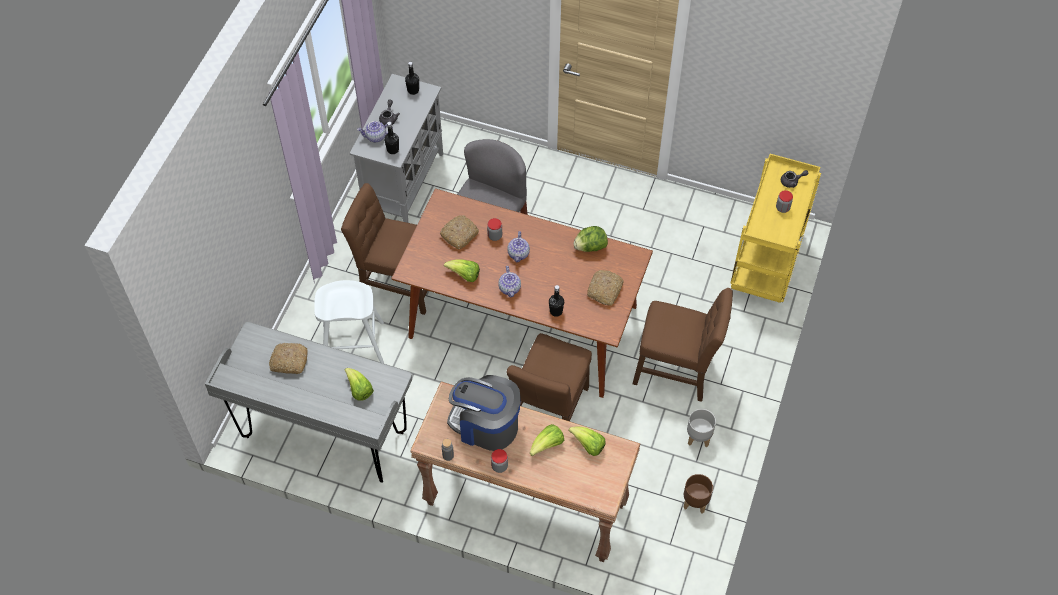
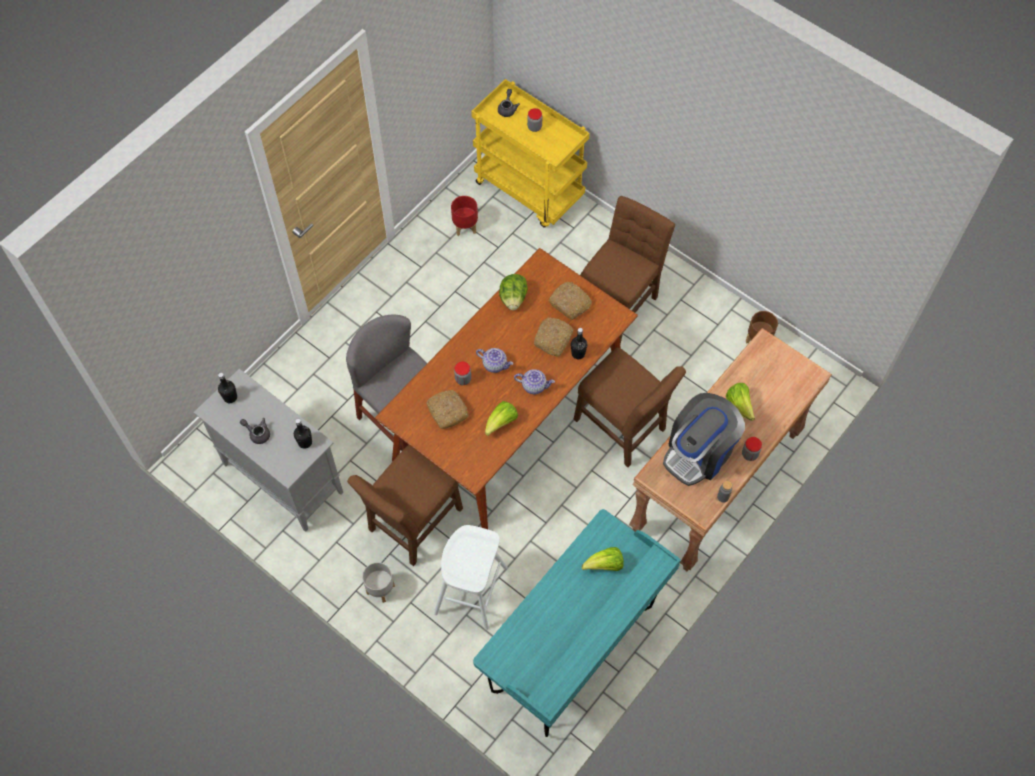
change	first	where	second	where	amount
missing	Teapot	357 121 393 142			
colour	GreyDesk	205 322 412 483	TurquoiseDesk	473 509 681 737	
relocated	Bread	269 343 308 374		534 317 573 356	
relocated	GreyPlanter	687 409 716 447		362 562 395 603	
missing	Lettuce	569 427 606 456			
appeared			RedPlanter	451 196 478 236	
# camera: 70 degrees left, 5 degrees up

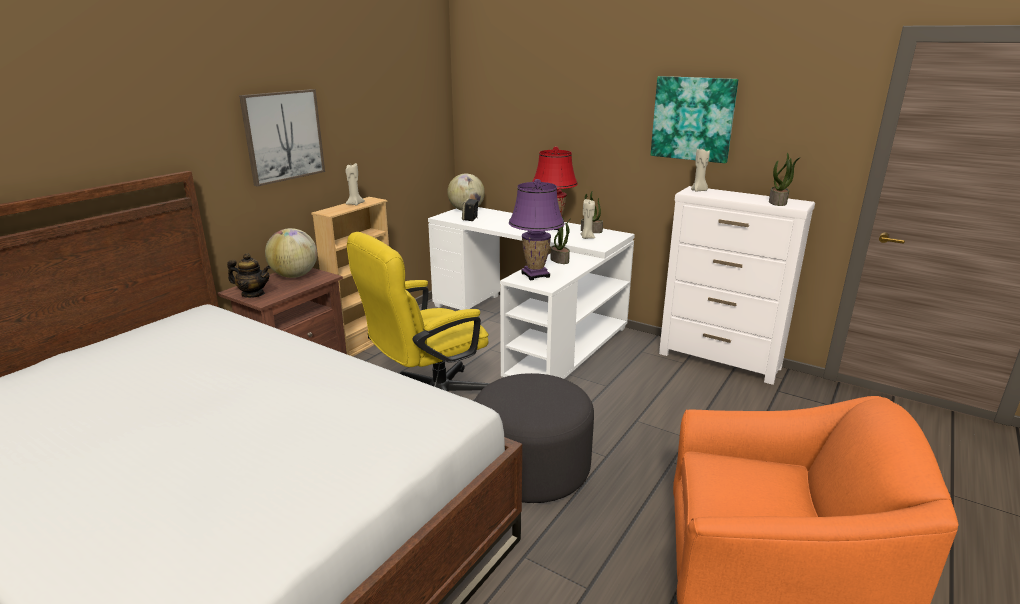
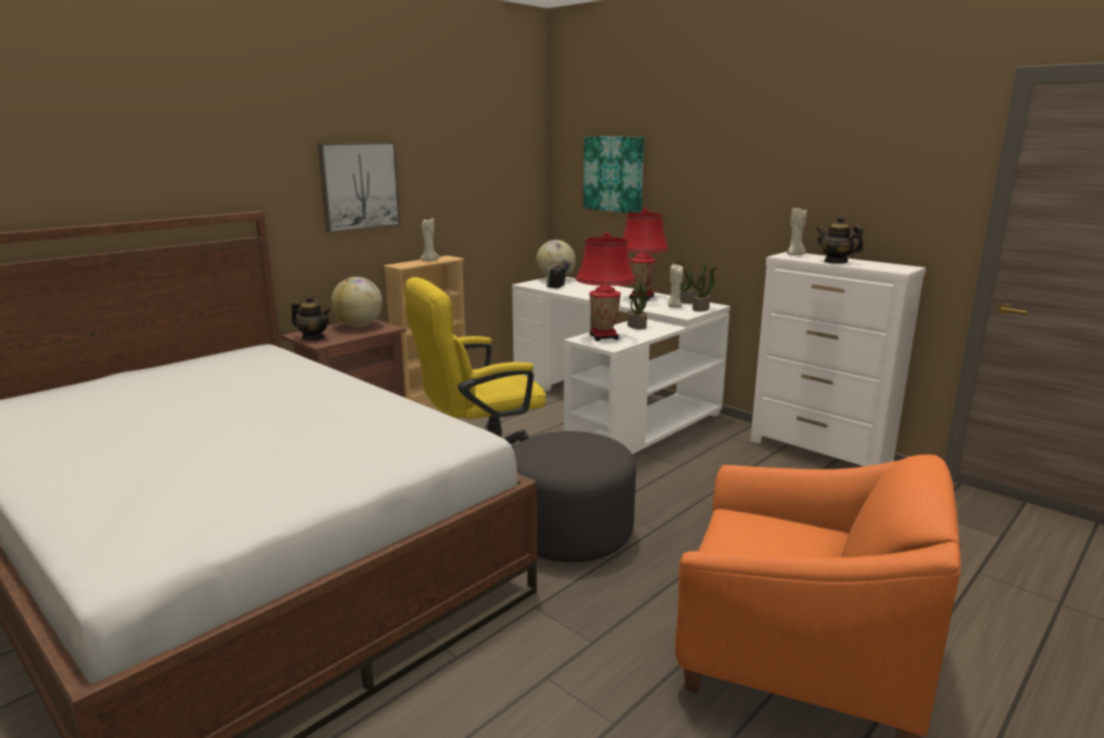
change	first	where	second	where	amount
relocated	Picture	651 76 738 163		583 136 644 213	
relocated	PottedPlant	769 153 801 206		690 262 717 312	
colour	PurpleTableLamp	509 179 564 280	RedTableLamp	576 232 635 341	
appeared			Teapot	816 216 864 264	
# camera: 10 degrees right, 5 degrees down

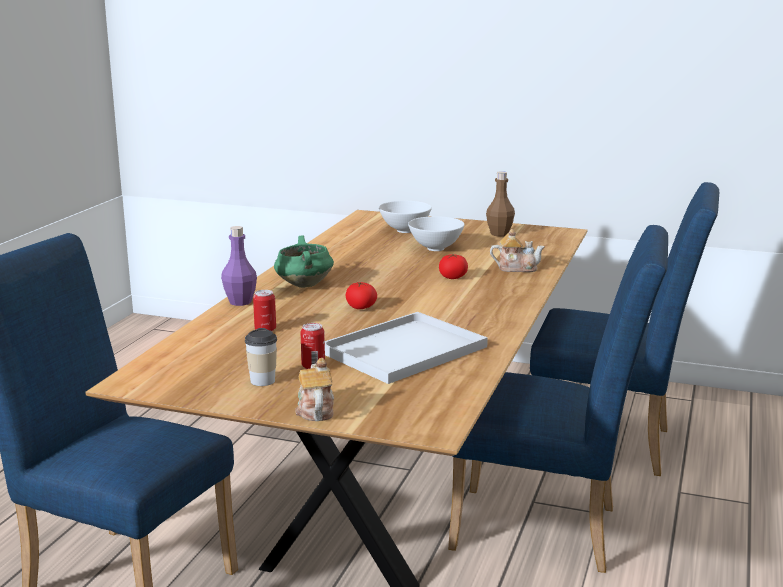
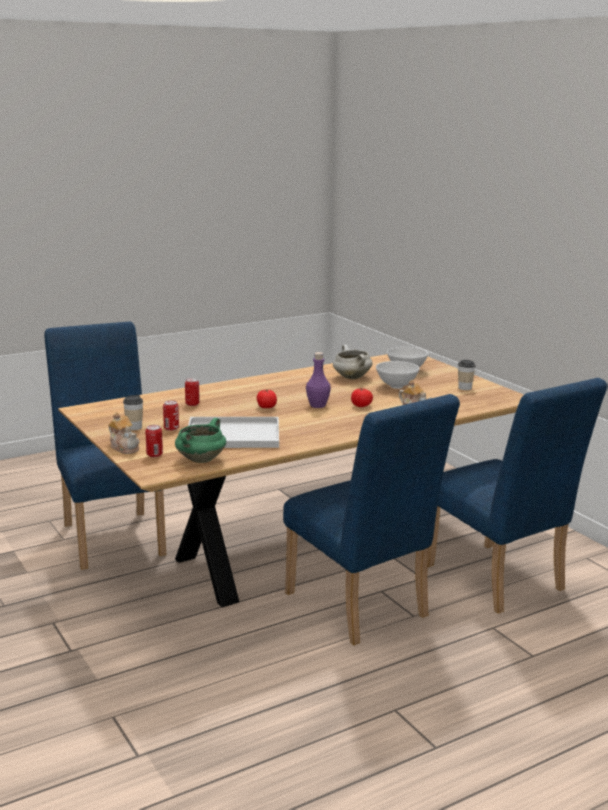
change	first	where	second	where	amount
exchanged	BrownBottle	486 171 515 237	Cup	458 360 475 390	
relocated	PurpleBottle	221 226 257 306		306 352 331 408	
relocated	GreenCookingPot	274 235 334 288		175 418 226 463	
spun	Teapot	295 358 334 421		108 412 140 454	105 degrees clockwise
appeared			WhiteCookingPot	333 344 373 379	
appeared			Can	145 425 163 457	
# camera: 40 degrees right, 0 degrees up

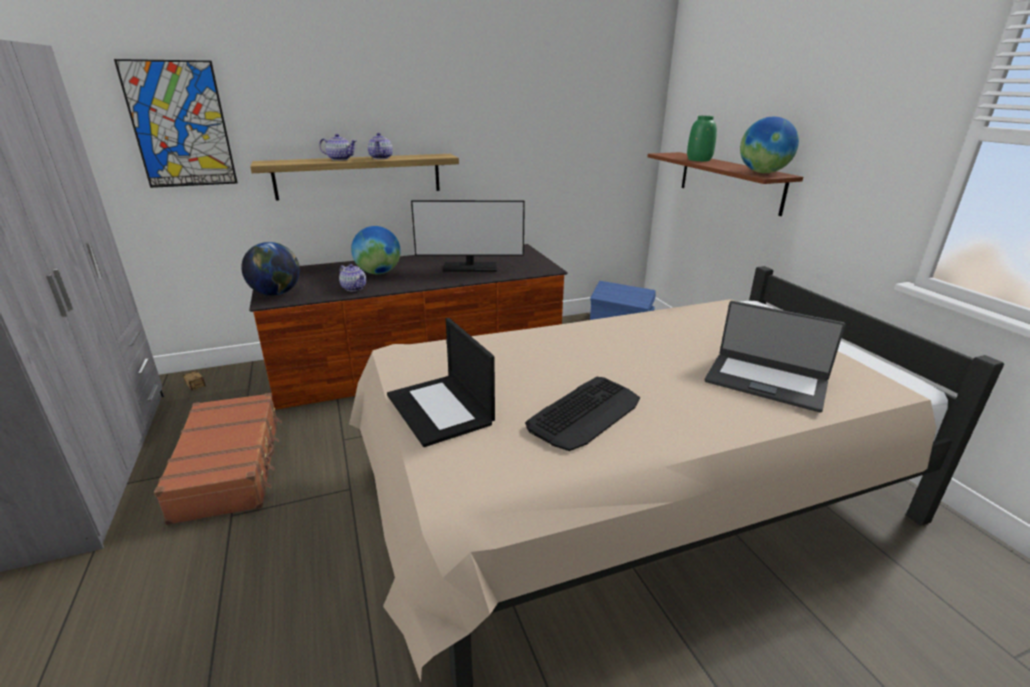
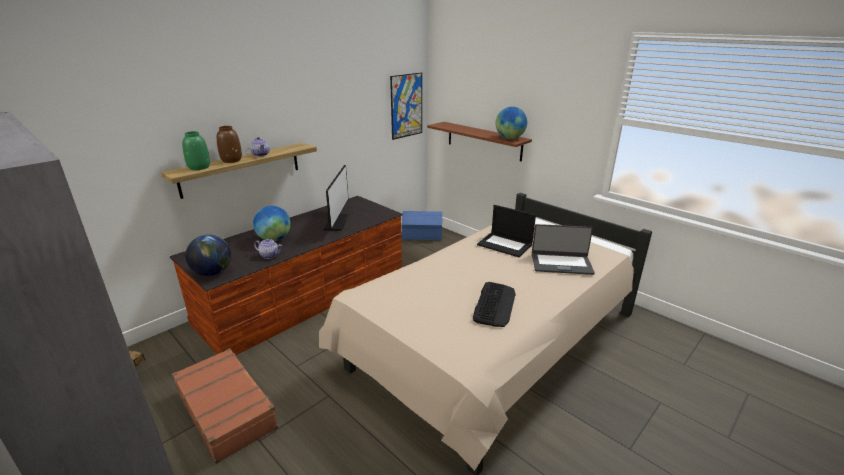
change	first	where	second	where	amount
relocated	Picture	114 59 238 188		390 72 422 140	
relocated	GreenVase	687 116 717 161		182 131 210 170	
exchanged	Teapot	319 134 357 161	BrownVase	217 126 242 163	
spun	Monitor	411 200 525 272		323 165 349 231	60 degrees counterclockwise
relocated	Laptop	387 318 495 447		477 205 536 257	
# camera: 25 degrees left, 0 degrees up

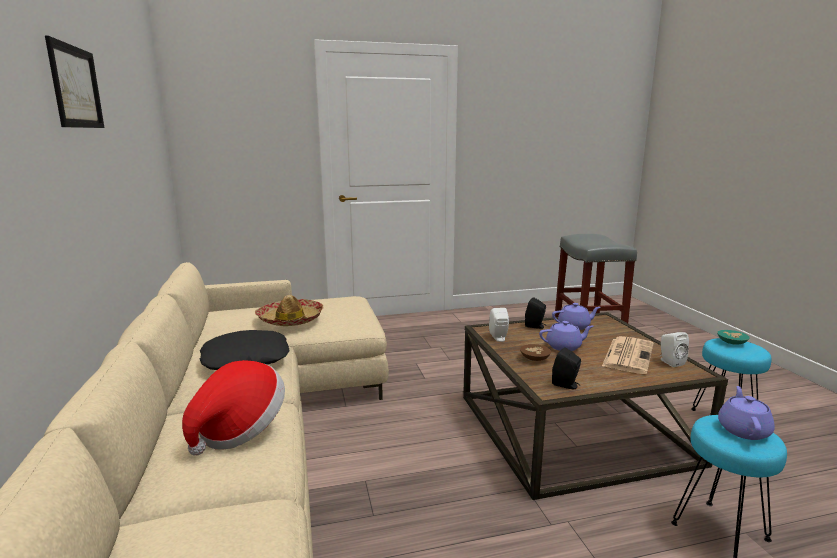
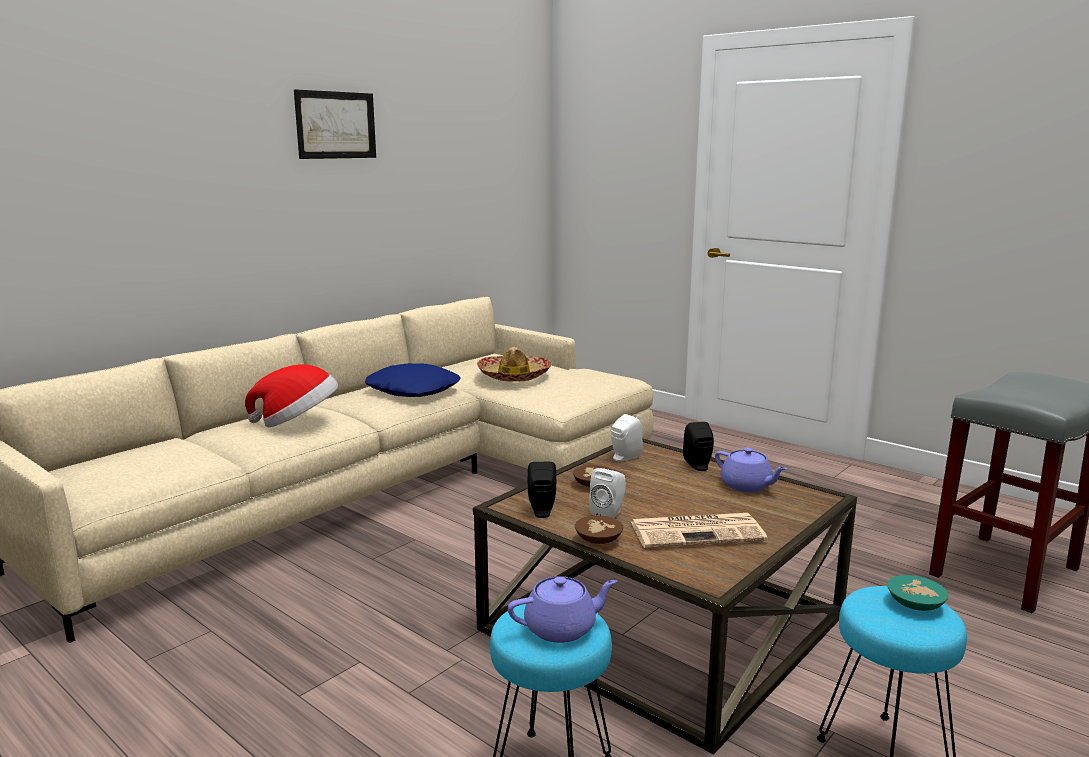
change	first	where	second	where	amount
missing	PurpleTeapot	539 321 594 351			
colour	BlackPillow	200 330 290 370	BluePillow	365 363 461 397	
relocated	WhiteSpeaker	660 332 689 367		589 468 626 518	
appeared			BrownBowl	575 516 623 544	
# camera: 55 degrees right, 0 degrees up

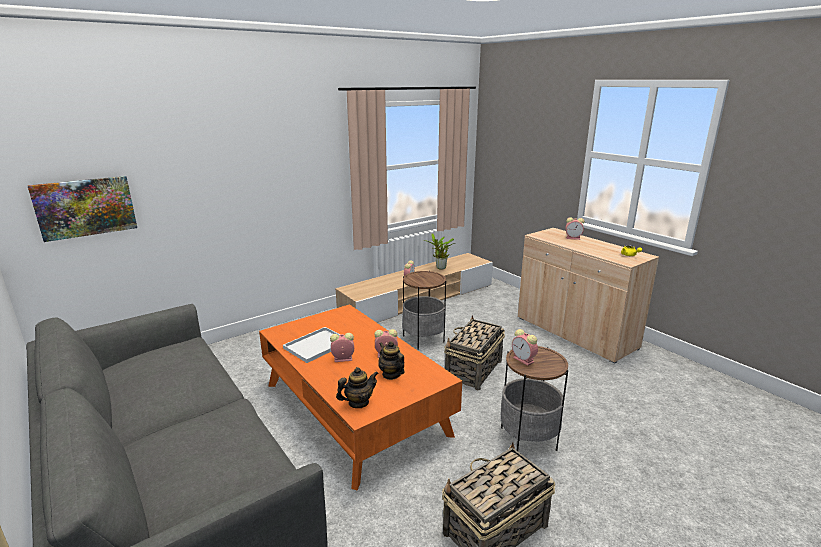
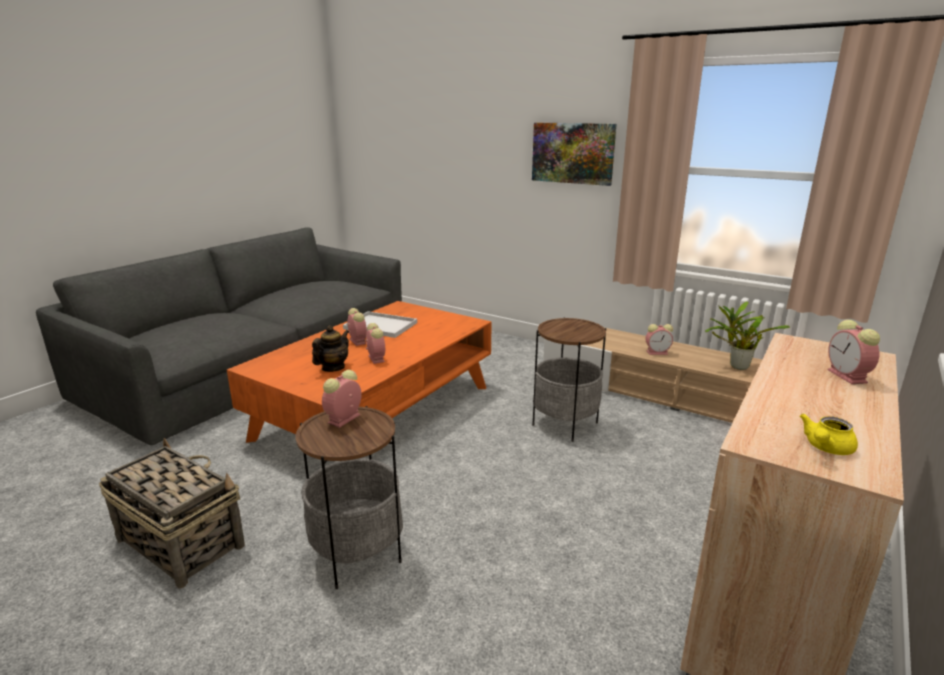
change	first	where	second	where	amount
relocated	Picture	27 176 137 242		532 123 617 186	
missing	Basket	444 315 505 390			
missing	Teapot	336 367 379 408			
# camera: 70 degrees right, 0 degrees up

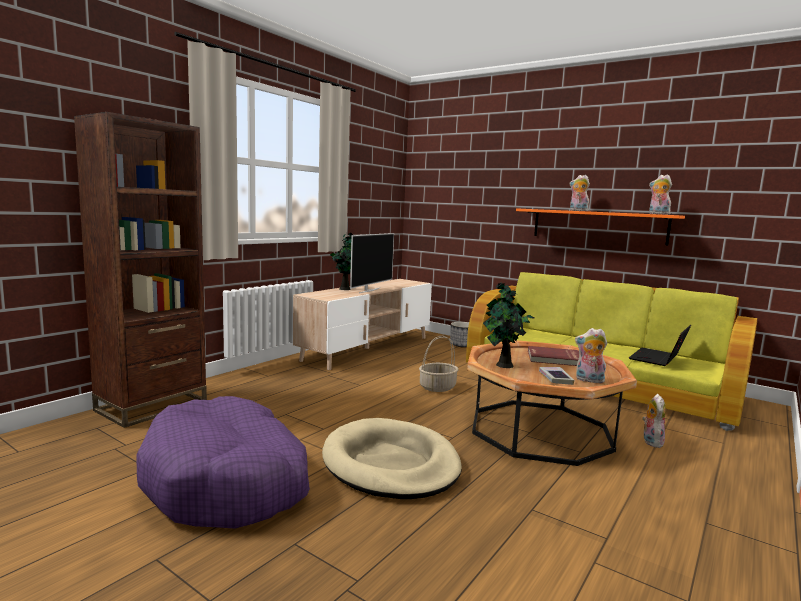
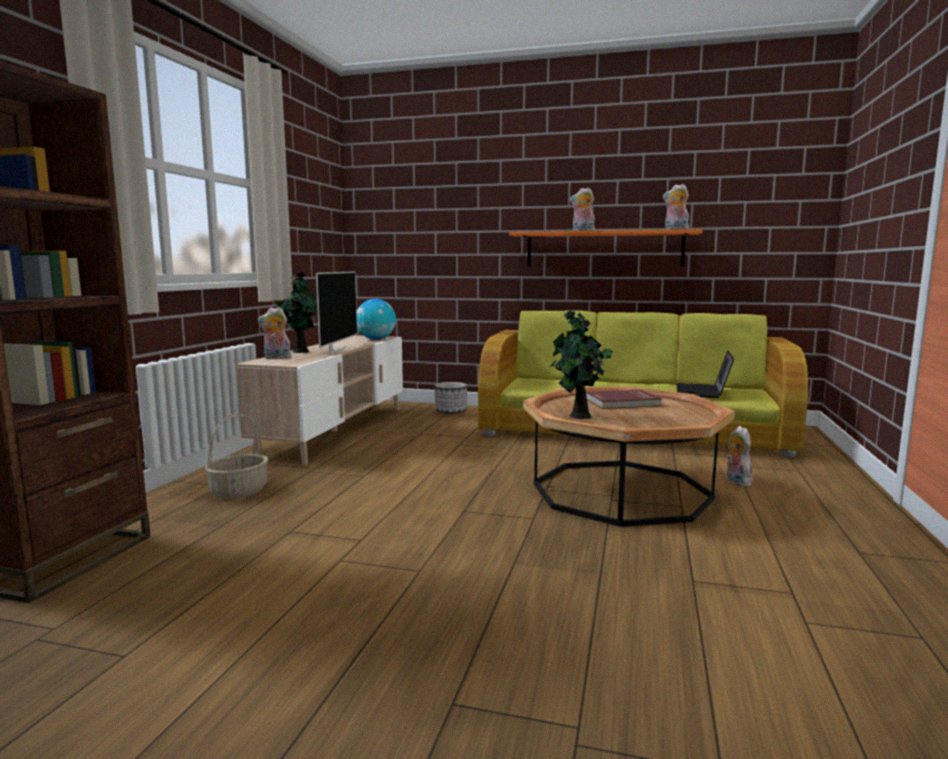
change	first	where	second	where	amount
relocated	PlushToy	575 328 607 383		258 307 293 359	
relocated	Basket	419 336 459 392		205 413 268 499	
missing	Book	539 367 574 385			
missing	PurpleDogBed	136 396 310 529			
missing	BeigeDogBed	322 418 462 499			
appeared			Globe	357 299 396 340	
# camera: 20 degrees left, 0 degrees up

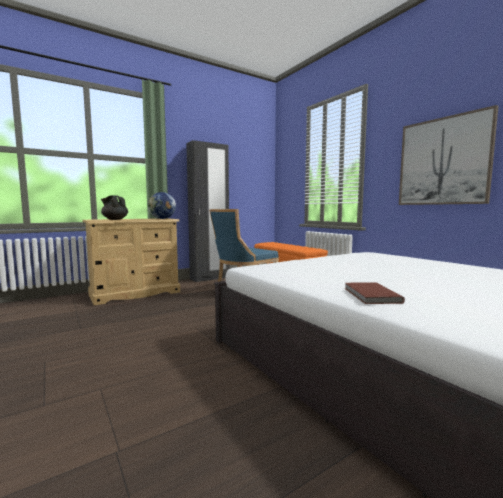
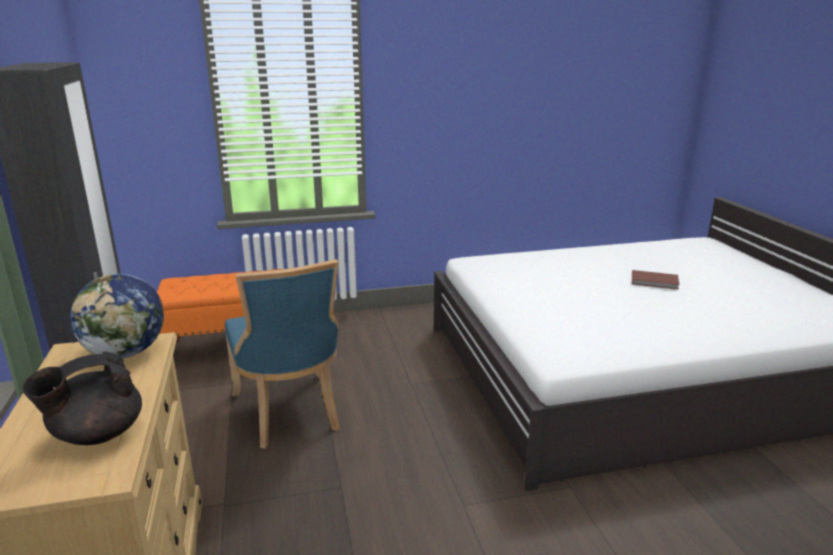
change	first	where	second	where	amount
missing	Picture	399 105 499 205			
relocated	BrownBook	344 282 405 304		632 270 680 290	
# camera: 70 degrees left, 15 degrees up

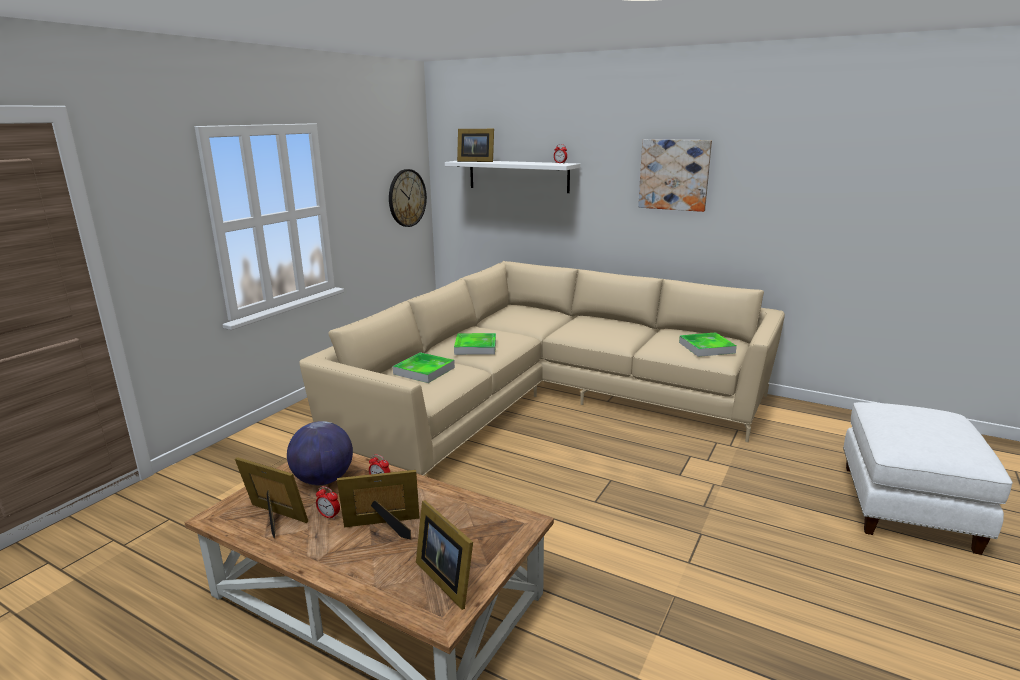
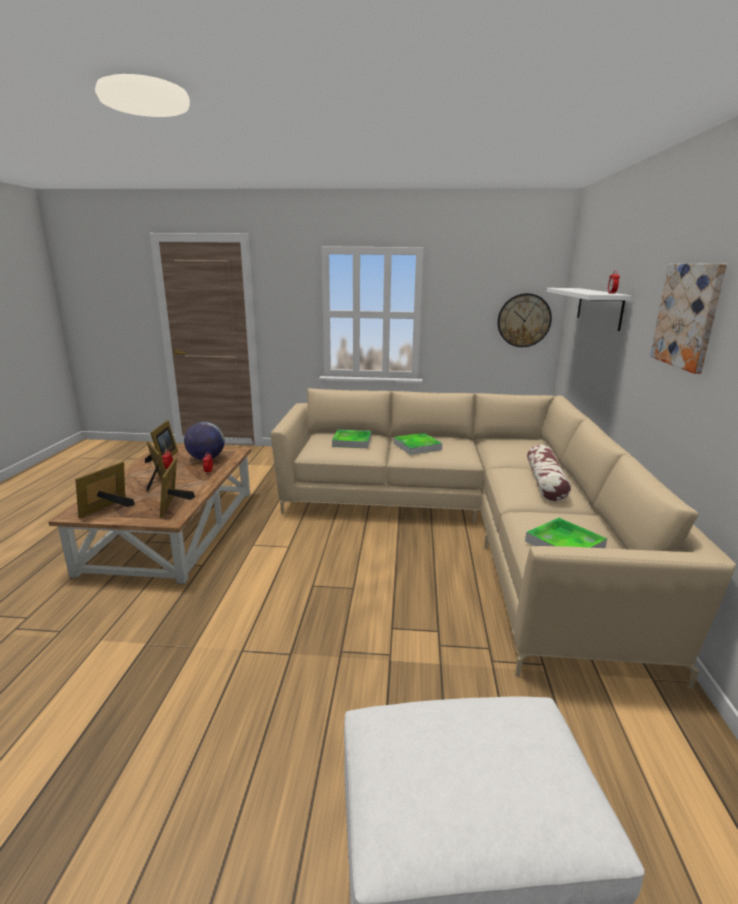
change	first	where	second	where	amount
relocated	PictureFrame	457 129 494 162		160 458 195 518	
appeared			Pillow	527 445 571 501	
# camera: 65 degrees right, 0 degrees up

